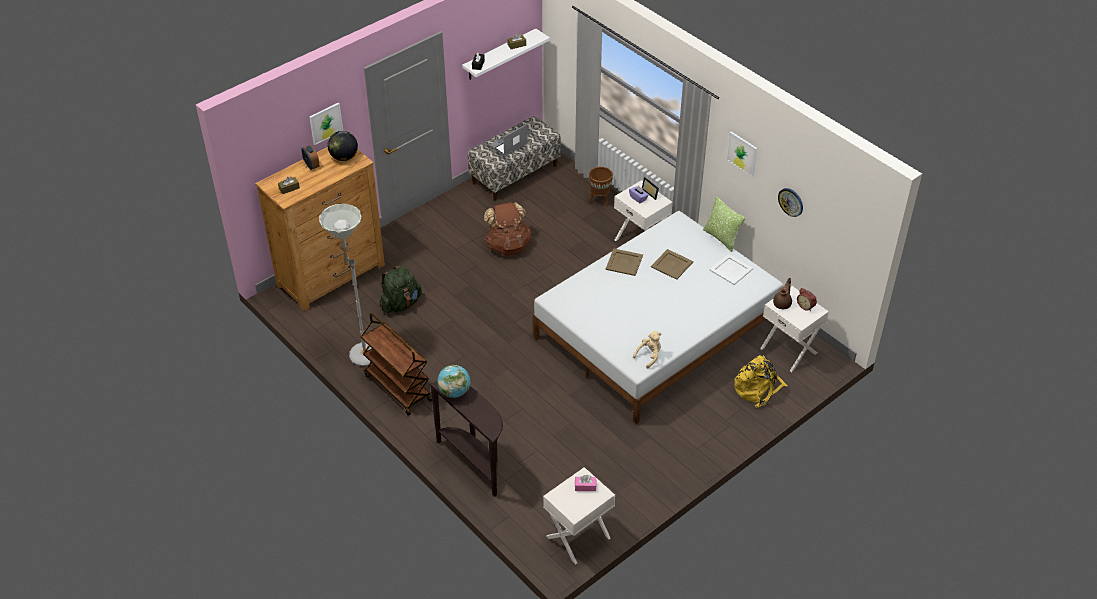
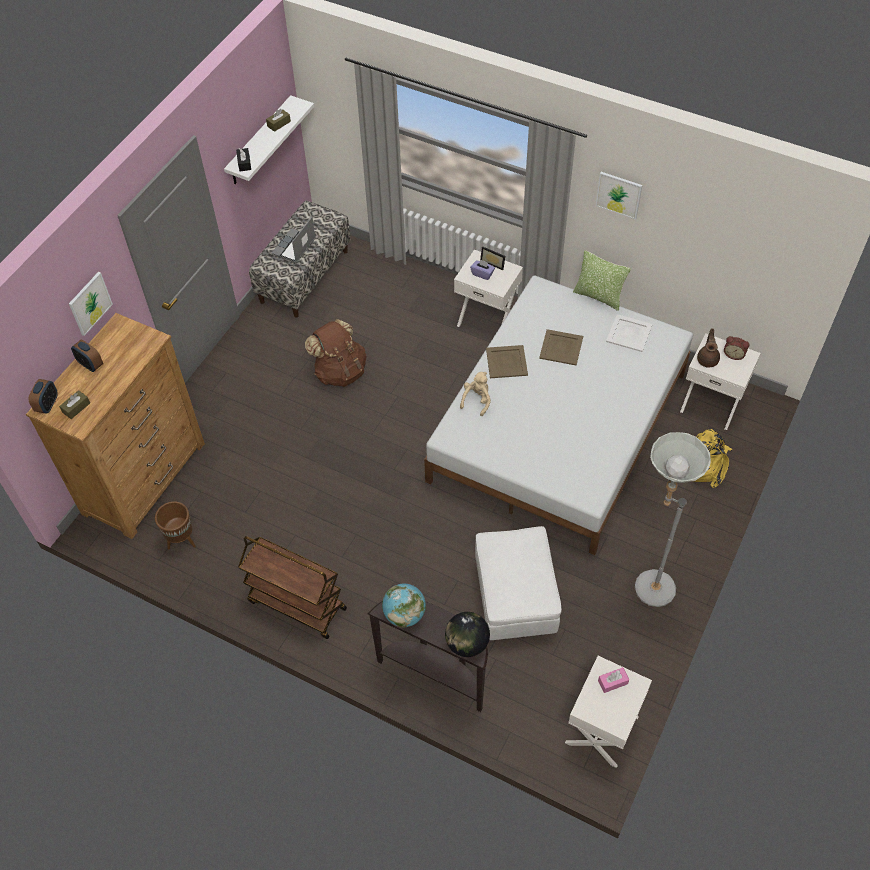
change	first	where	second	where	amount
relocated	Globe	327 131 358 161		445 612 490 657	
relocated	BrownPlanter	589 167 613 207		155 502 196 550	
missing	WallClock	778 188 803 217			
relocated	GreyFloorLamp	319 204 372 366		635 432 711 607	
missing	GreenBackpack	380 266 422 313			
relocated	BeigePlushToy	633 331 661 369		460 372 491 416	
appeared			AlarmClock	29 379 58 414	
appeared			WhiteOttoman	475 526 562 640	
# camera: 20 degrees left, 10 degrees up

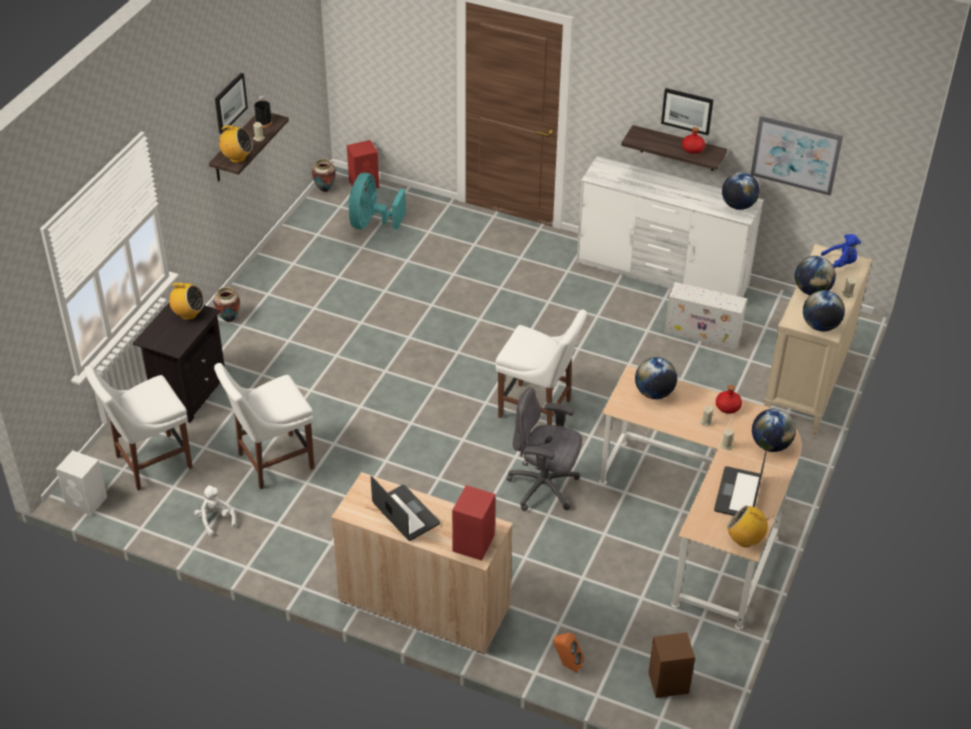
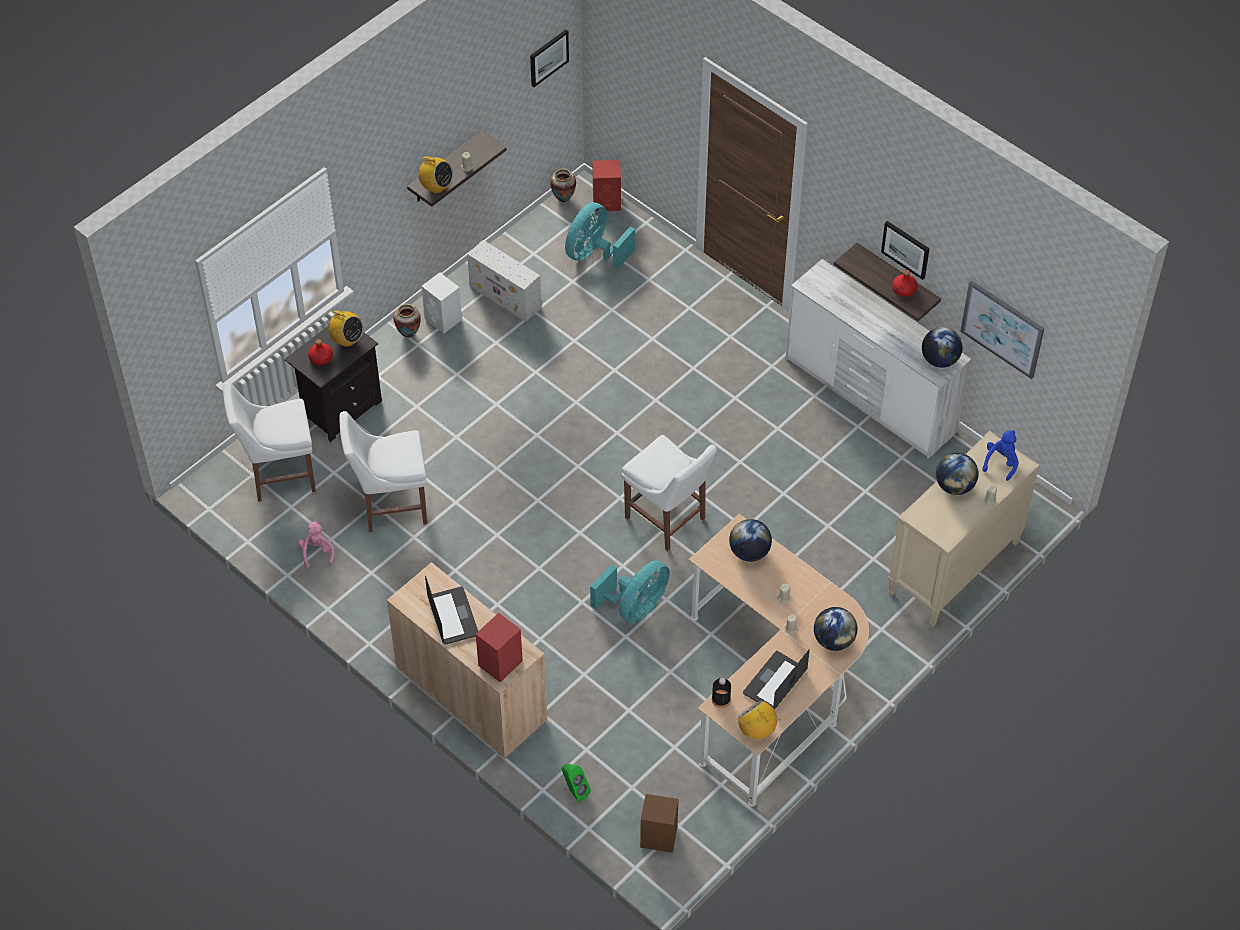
change	first	where	second	where	amount
relocated	Picture	215 73 248 134		530 30 569 87	
relocated	BlackBottle	254 96 272 128		712 678 731 708	
spun	BluePlushToy	821 234 861 268		982 430 1019 481	90 degrees counterclockwise
relocated	WhiteStorageBox	664 282 747 350		467 240 542 322	
missing	Globe	803 290 845 331			
relocated	RedBottle	716 385 742 414		308 339 333 365	
exchanged	GreyOfficeChair	506 387 582 511	TurquoiseFan	590 560 670 623	
relocated	WhiteSpeaker	56 450 107 516		421 272 462 333	
colour	WhitePlushToy	194 485 236 536	PinkPlushToy	297 520 334 568	
colour	OrangeSpeaker	553 633 584 673	GreenSpeaker	562 764 591 802	
# camera: 20 degrees right, 10 degrees up

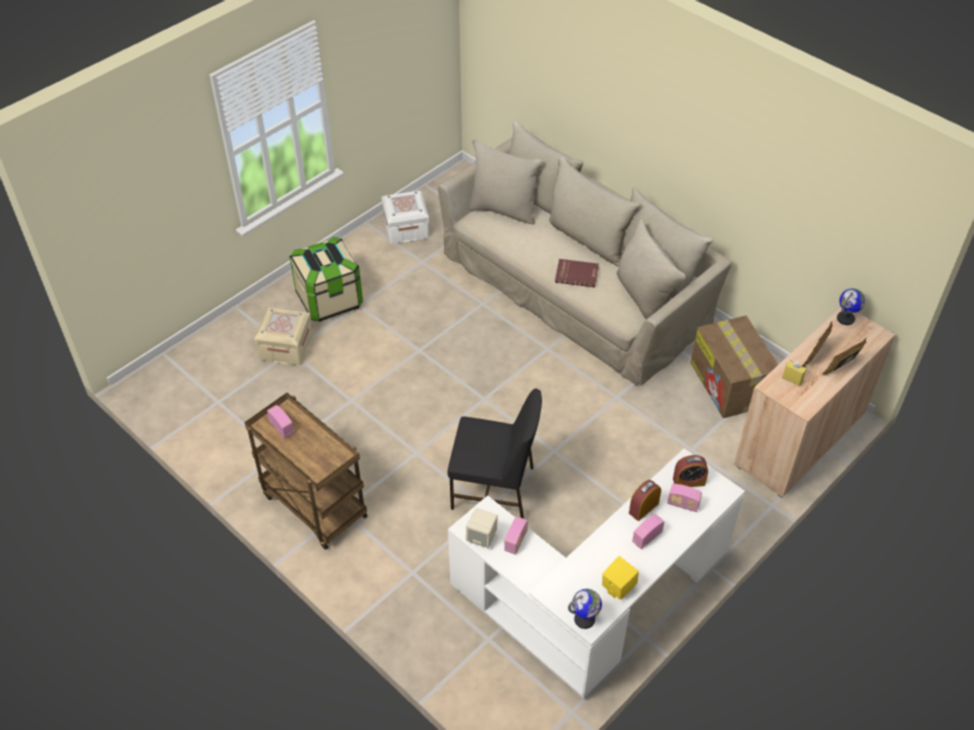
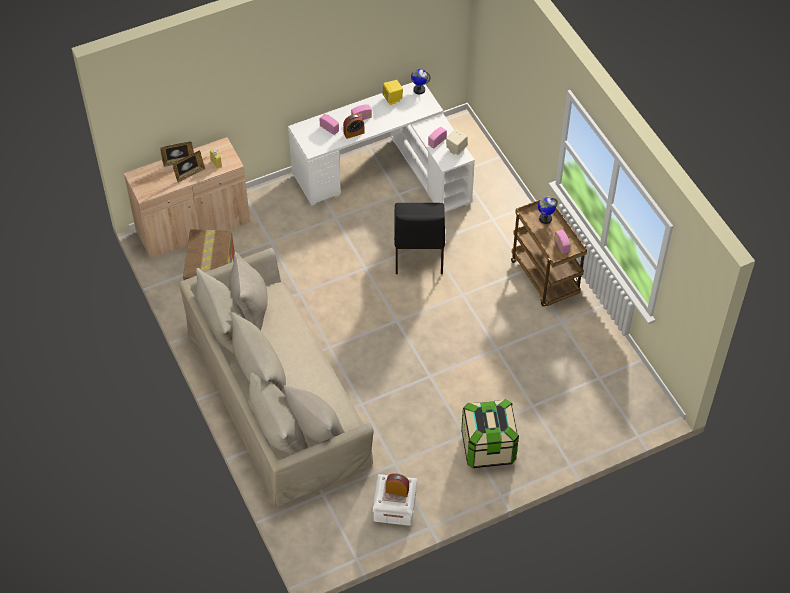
change	first	where	second	where	amount
missing	RedBook	555 259 599 288			
relocated	Globe	837 288 865 325		538 197 558 224	
missing	BeigeStorageBox	254 307 313 366			
spun	BlackChair	448 389 542 519		394 203 445 274	120 degrees counterclockwise
relocated	AlarmClock	673 455 708 487		385 473 409 497	
# camera: 160 degrees left, 5 degrees up

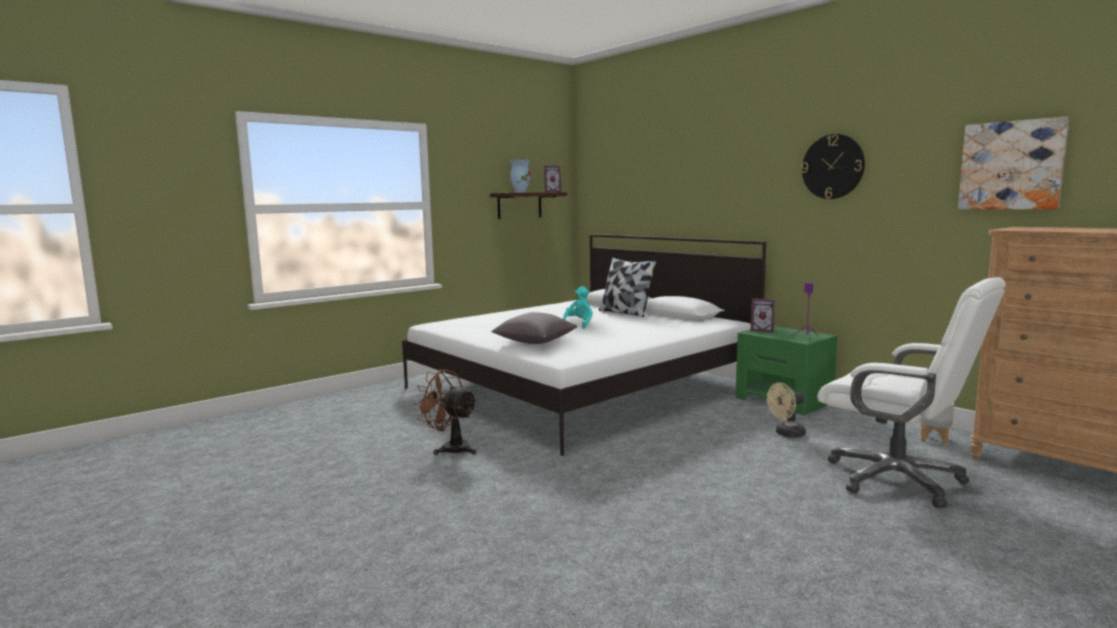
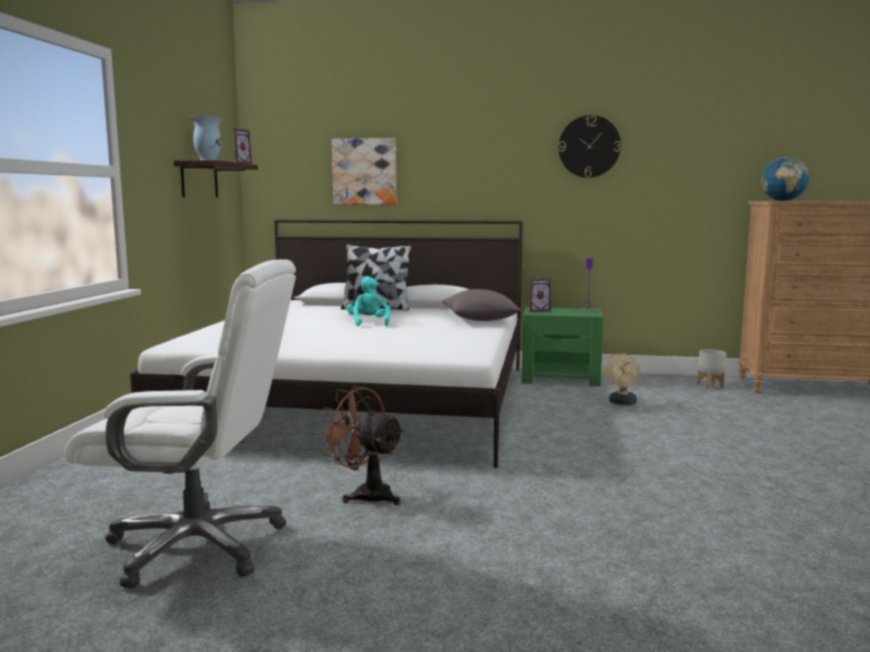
change	first	where	second	where	amount
relocated	Picture	958 116 1069 209		332 138 396 205	
relocated	WhiteOfficeChair	817 277 1006 508		65 259 296 589	
relocated	GreyPillow	491 312 577 344		442 289 521 321	
spun	BrownFan	413 369 478 455		317 386 404 505	45 degrees clockwise
appeared			Globe	761 156 809 201	
# camera: 40 degrees left, 0 degrees up

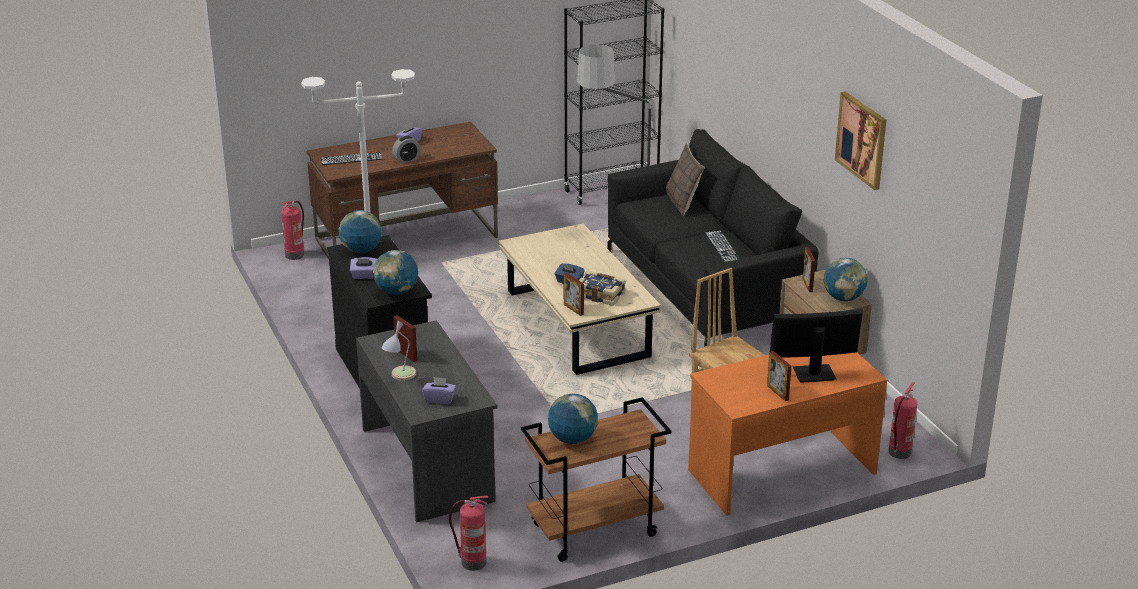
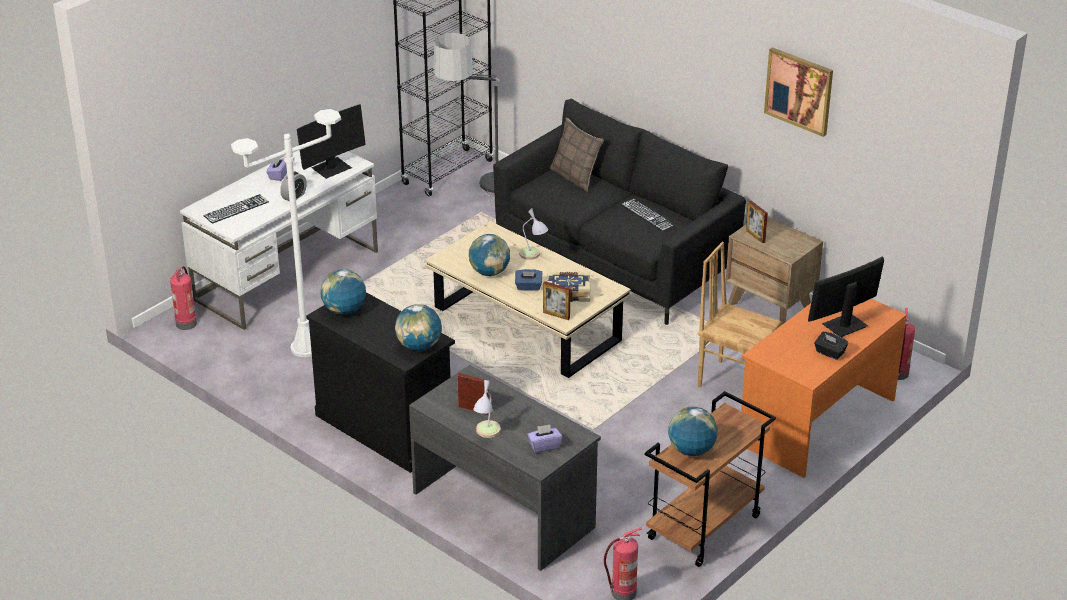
change	first	where	second	where	amount
colour	BrownDesk	306 122 498 259	WhiteDesk	180 150 378 330	
missing	PurpleTissueBox	350 257 377 279			
relocated	Globe	824 258 868 301		469 234 510 276	
exchanged	PictureFrame	767 351 792 401	BlackTissueBox	814 332 848 360	
appeared			Monitor	297 104 366 179	
appeared			TableLamp	519 208 548 260	
# camera: 25 degrees left, 5 degrees up

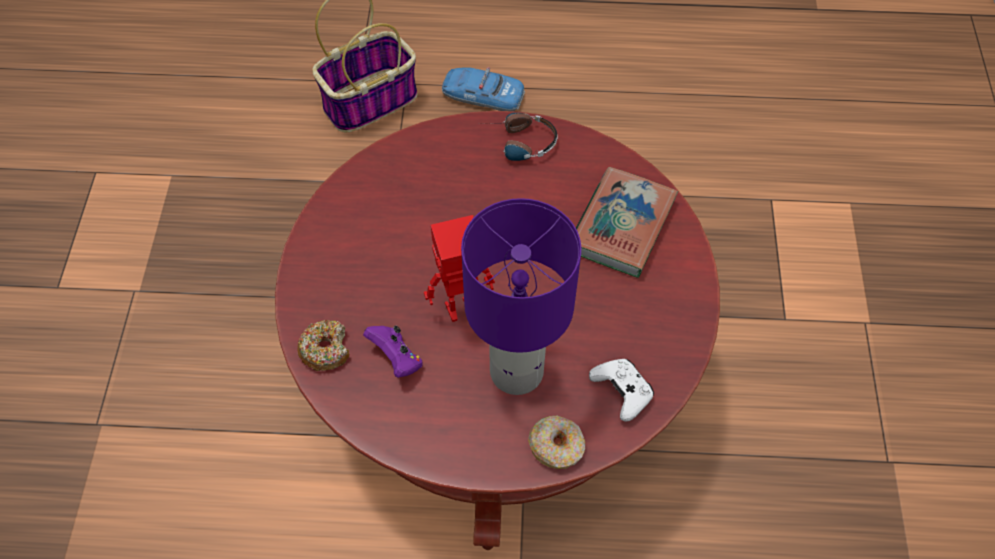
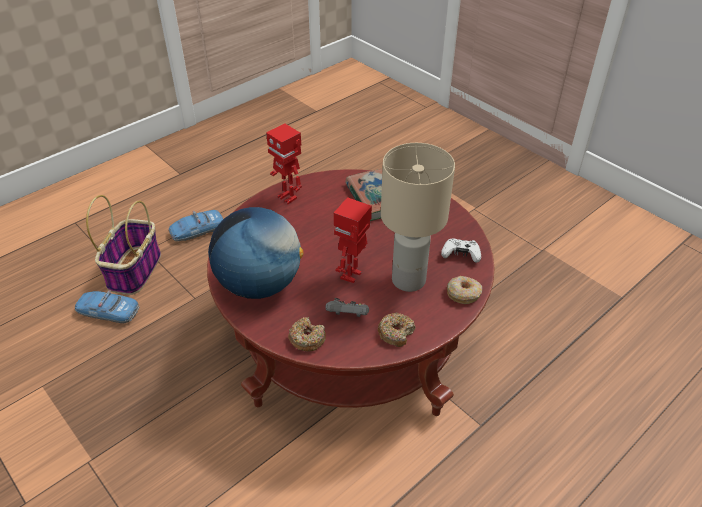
change	first	where	second	where	amount
exchanged	Headphones	478 113 558 161	ToyRobot	266 124 302 204	
colour	PurpleTableLamp	461 198 581 395	BeigeTableLamp	381 143 455 292	
colour	PurpleGameController	363 326 423 378	GreyGameController	326 298 369 317	
appeared			Globe	208 207 303 299	
appeared			ToyCar	75 290 139 323	
appeared			Donut	378 313 416 347	
# camera: 45 degrees left, 15 degrees down

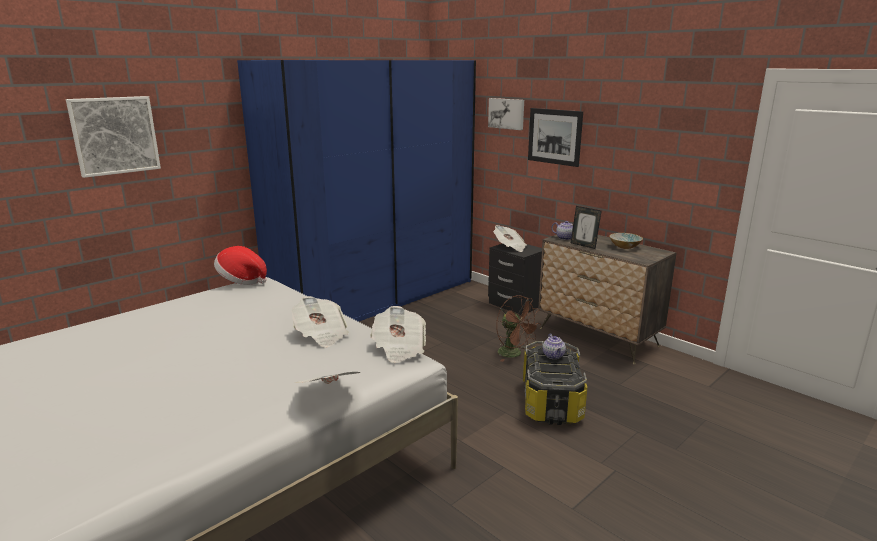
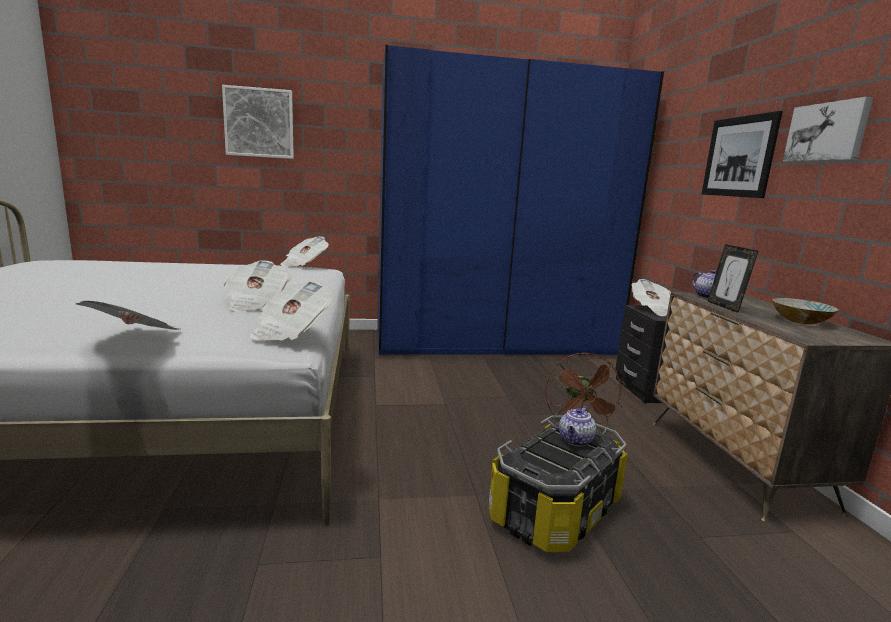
change	first	where	second	where	amount
relocated	Picture	488 98 524 130		783 97 873 162	
exchanged	Hat	214 246 267 285	Newspaper	280 236 329 266	
# camera: 35 degrees right, 5 degrees down

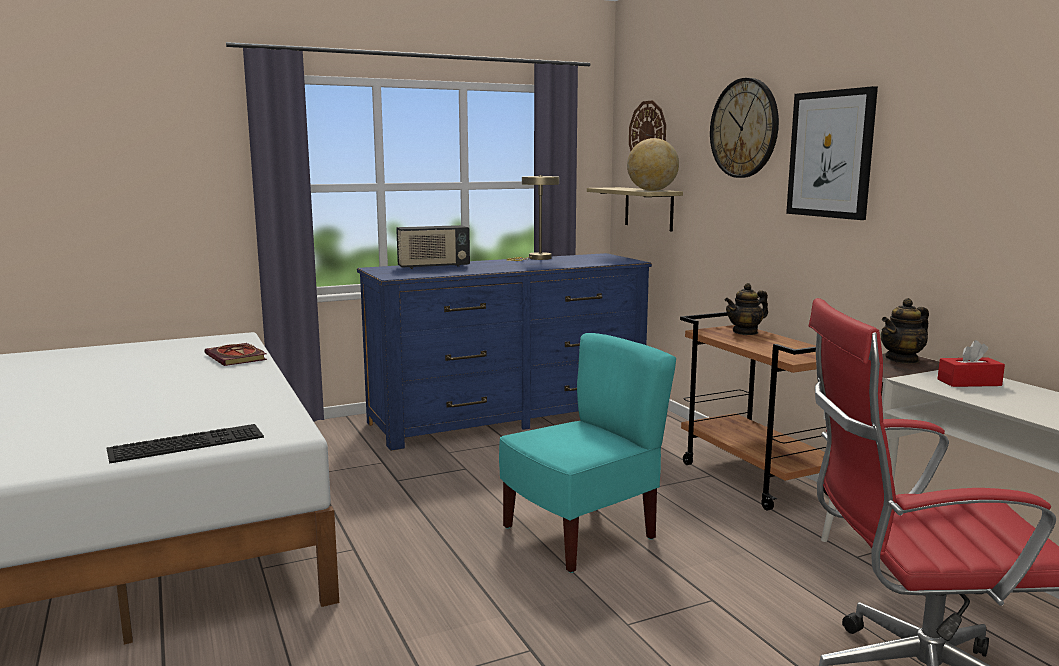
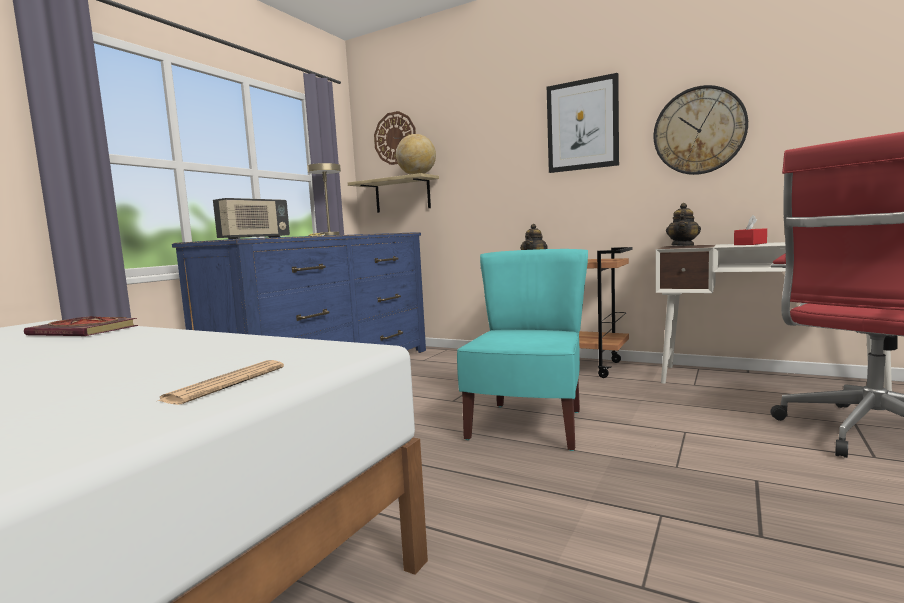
change	first	where	second	where	amount
relocated	WallClock	710 78 779 178		654 85 748 175	
exchanged	Keyboard	107 424 264 464	Newspaper	158 360 284 405	
# camera: 35 degrees left, 5 degrees down

